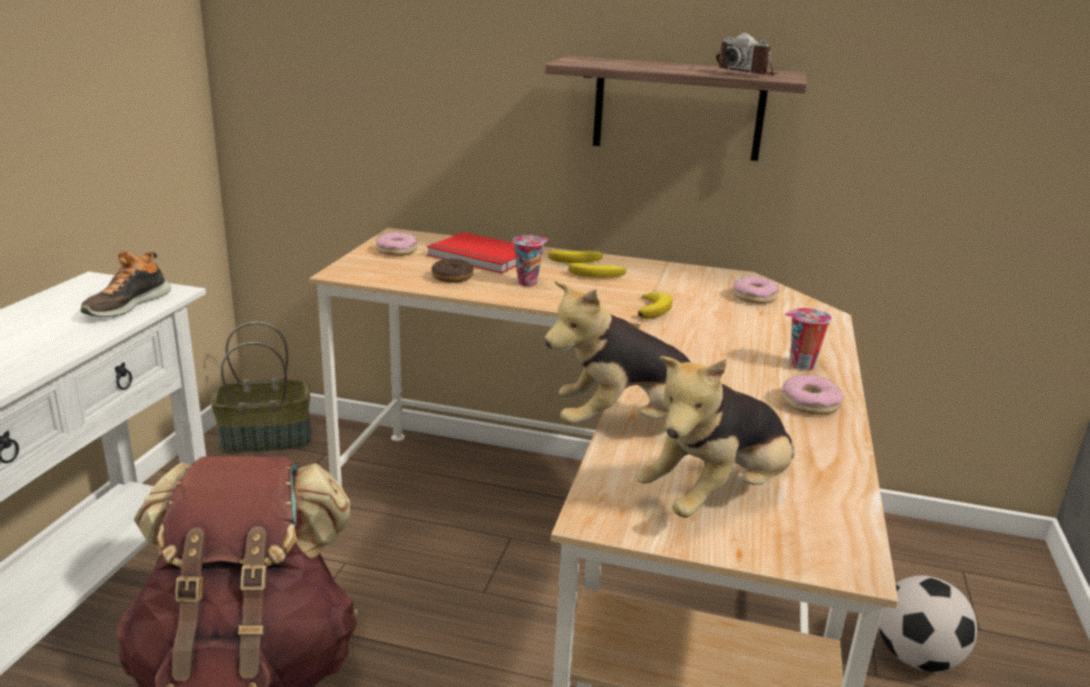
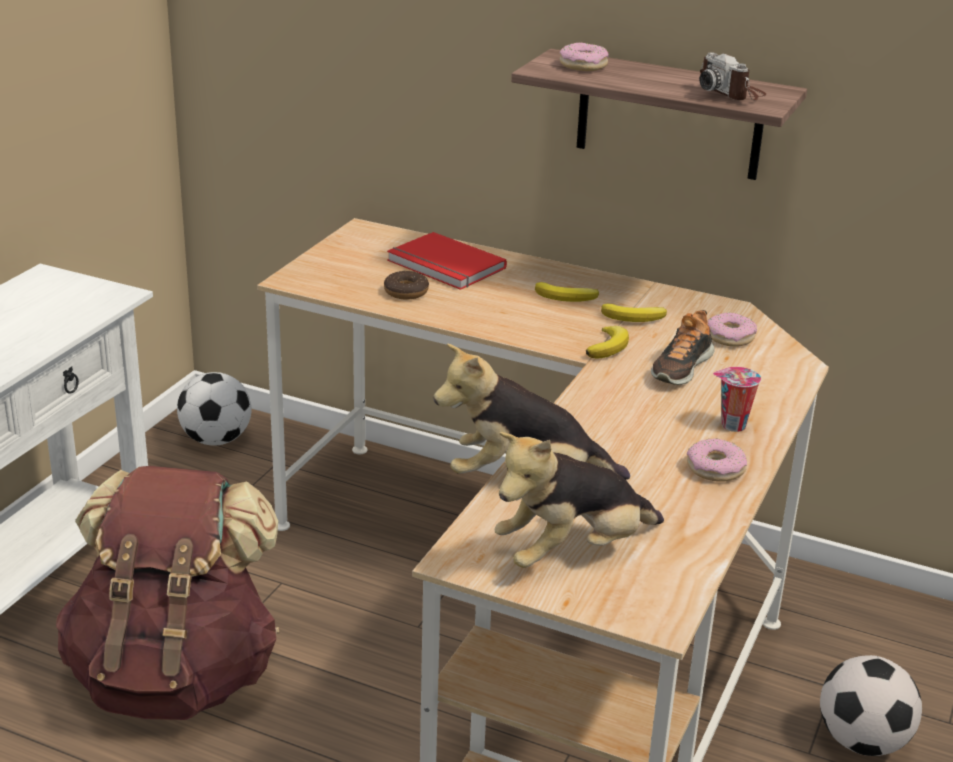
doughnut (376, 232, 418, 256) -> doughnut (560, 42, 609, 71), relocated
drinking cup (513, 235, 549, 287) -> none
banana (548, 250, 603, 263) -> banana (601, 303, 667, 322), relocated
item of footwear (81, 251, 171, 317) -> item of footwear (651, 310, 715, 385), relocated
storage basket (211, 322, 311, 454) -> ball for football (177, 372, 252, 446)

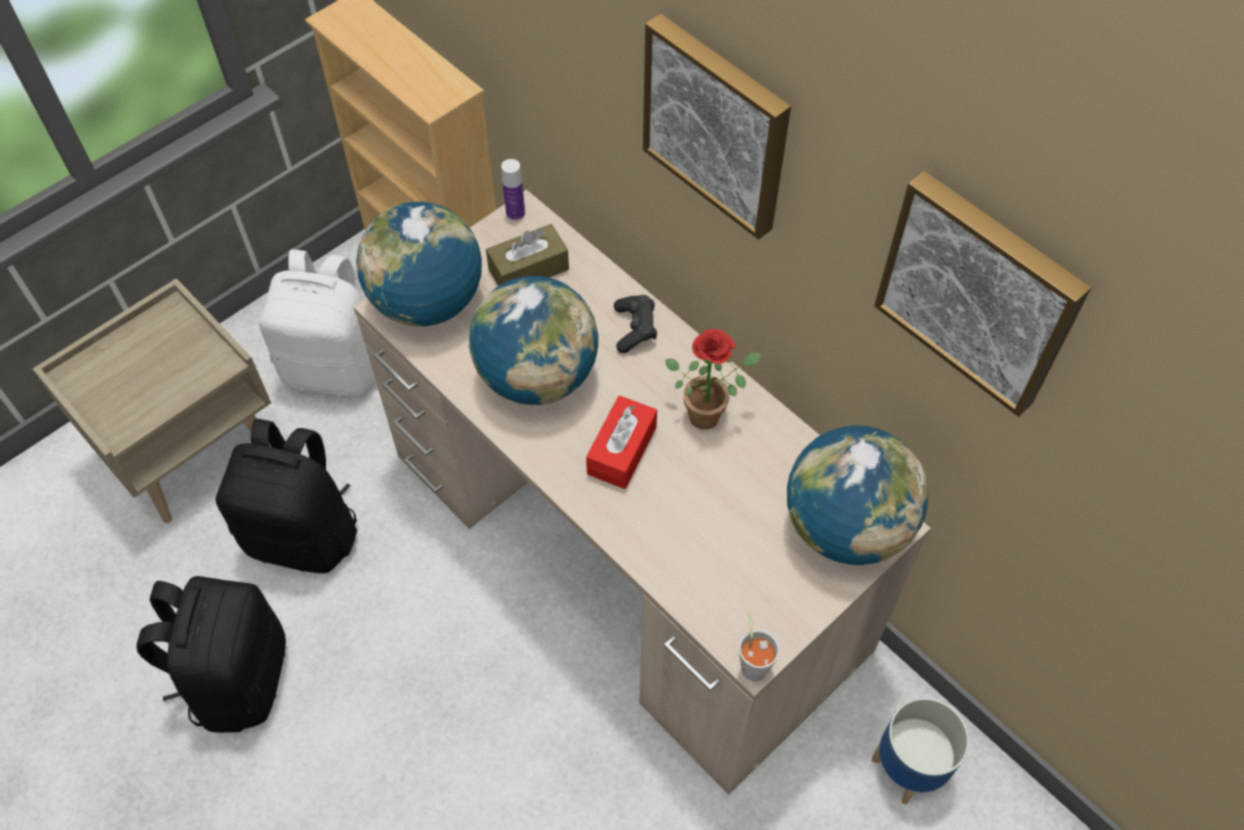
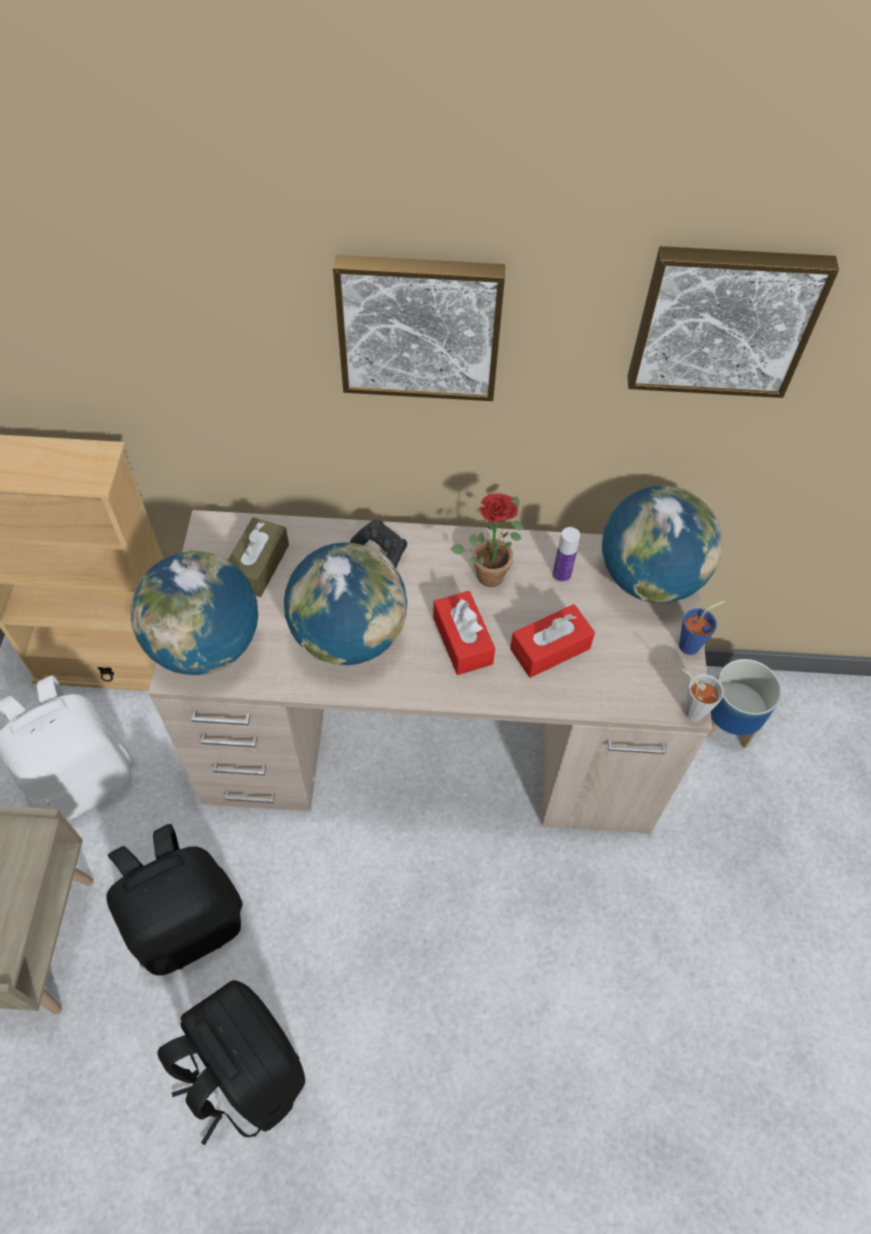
drink bottle (501, 159, 525, 221) -> drink bottle (553, 527, 580, 583), relocated
none -> drinking cup (blue) (679, 601, 724, 655)
none -> tissue box (red-coloured) (510, 604, 595, 678)

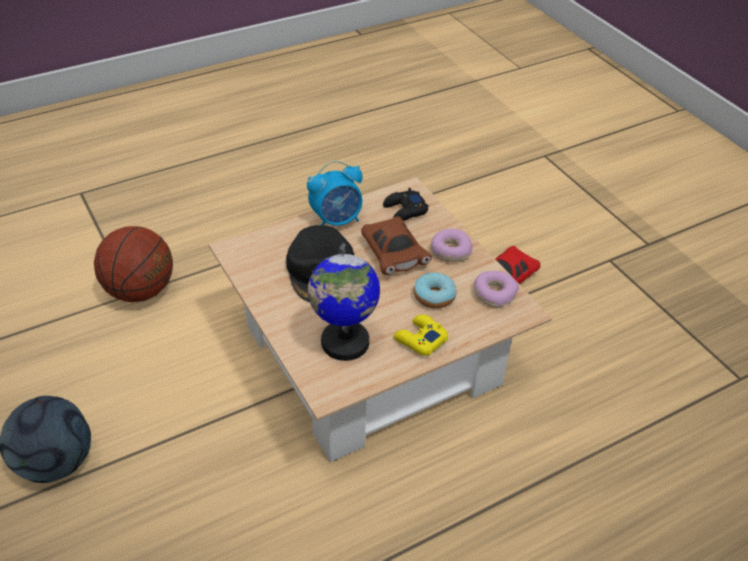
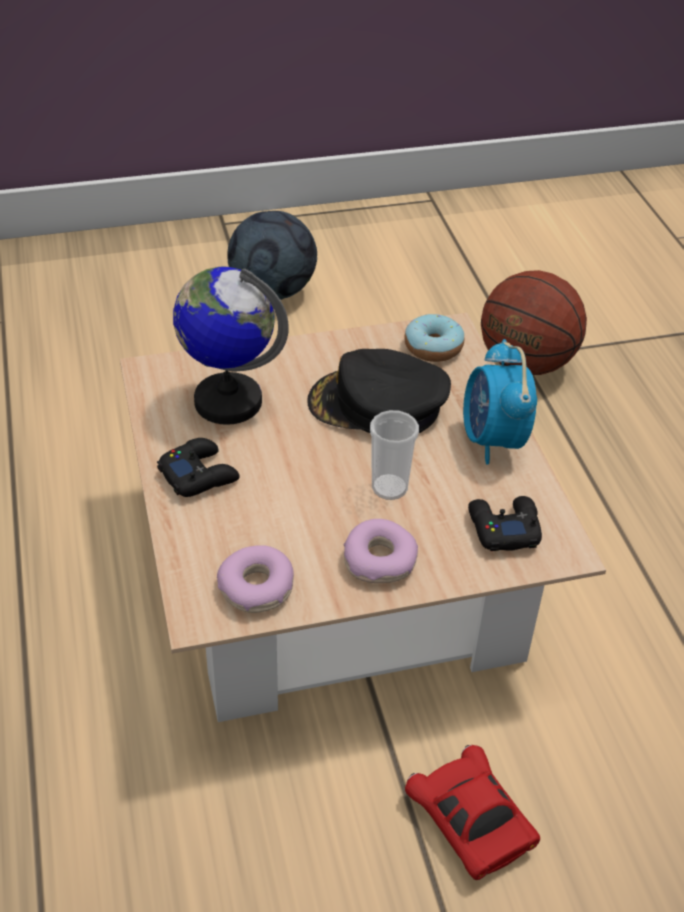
miniature car (brownish) (361, 216, 432, 275) -> drinking cup (370, 410, 419, 500)
doughnut (414, 273, 457, 309) -> doughnut (404, 314, 464, 362), relocated
joypad (yellow) (393, 314, 448, 356) -> joypad (black) (157, 438, 240, 497)

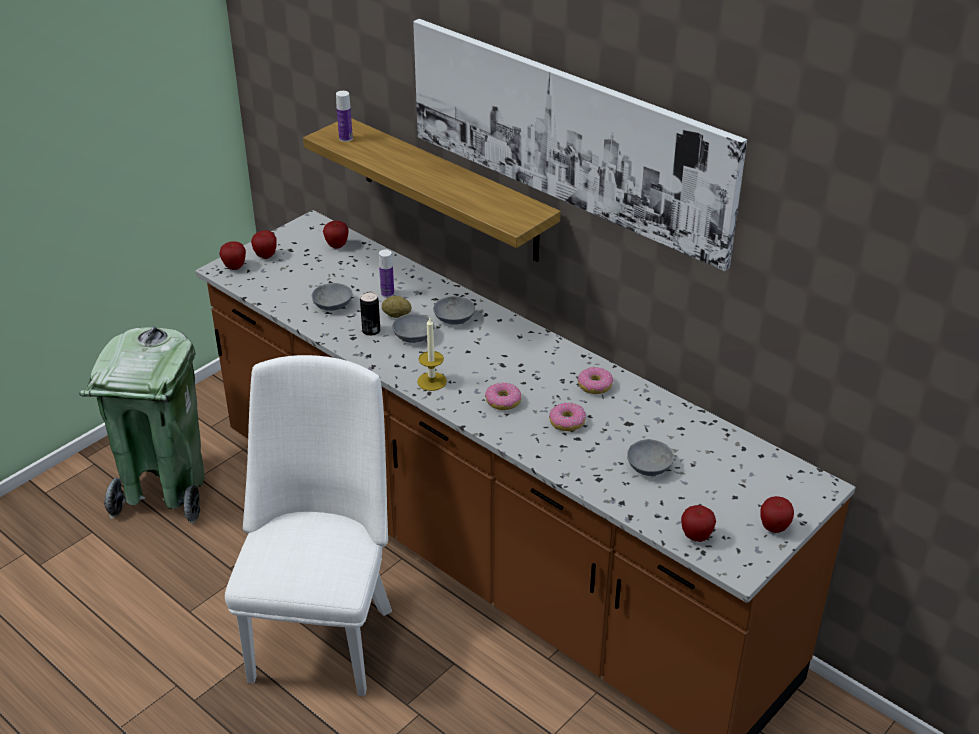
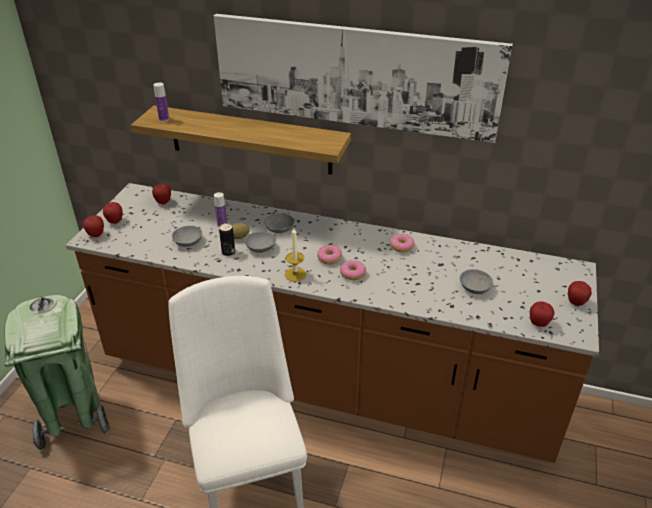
doughnut (549, 402, 586, 431) -> doughnut (317, 245, 342, 265), relocated

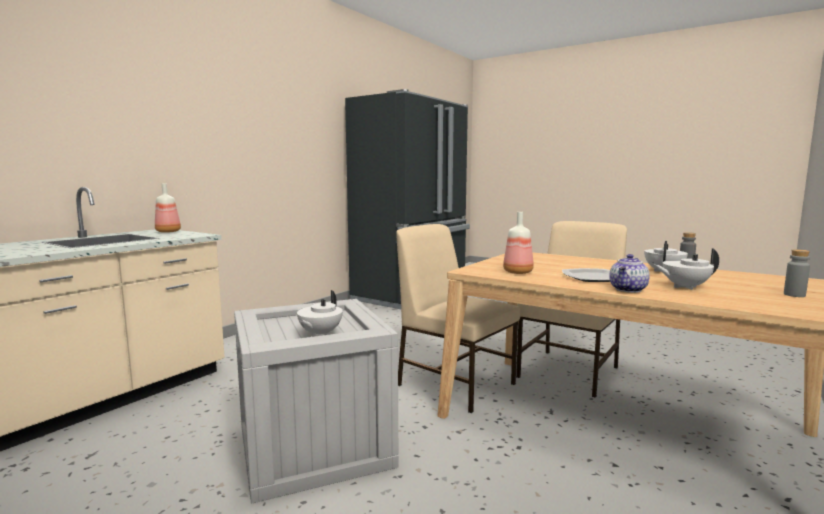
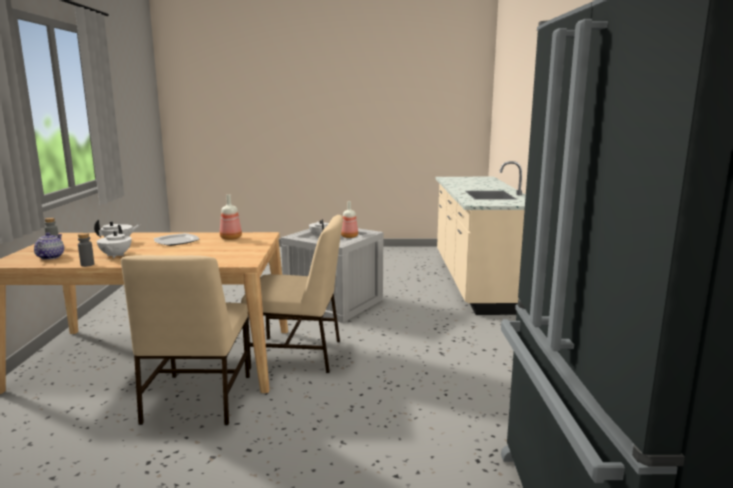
drink bottle (155, 184, 181, 233) -> drink bottle (341, 201, 358, 238), relocated
tea pot (609, 254, 650, 293) -> tea pot (34, 233, 64, 260), relocated

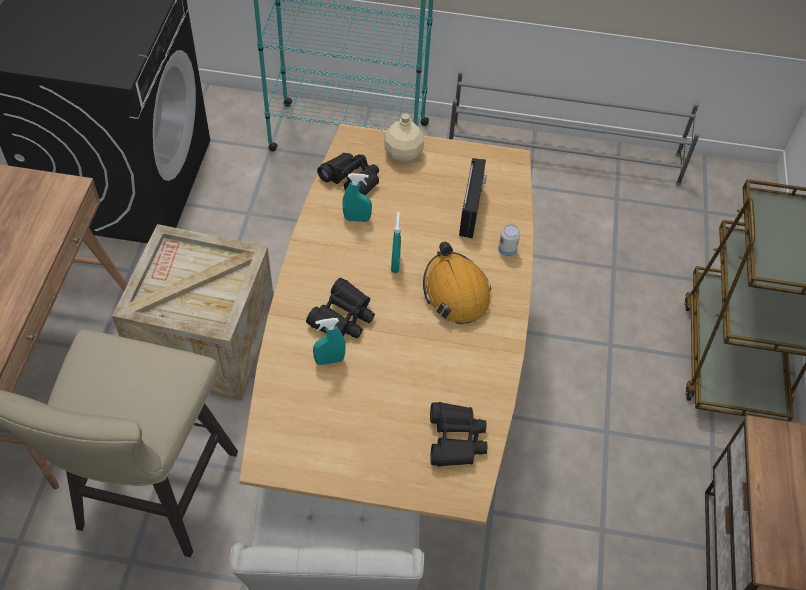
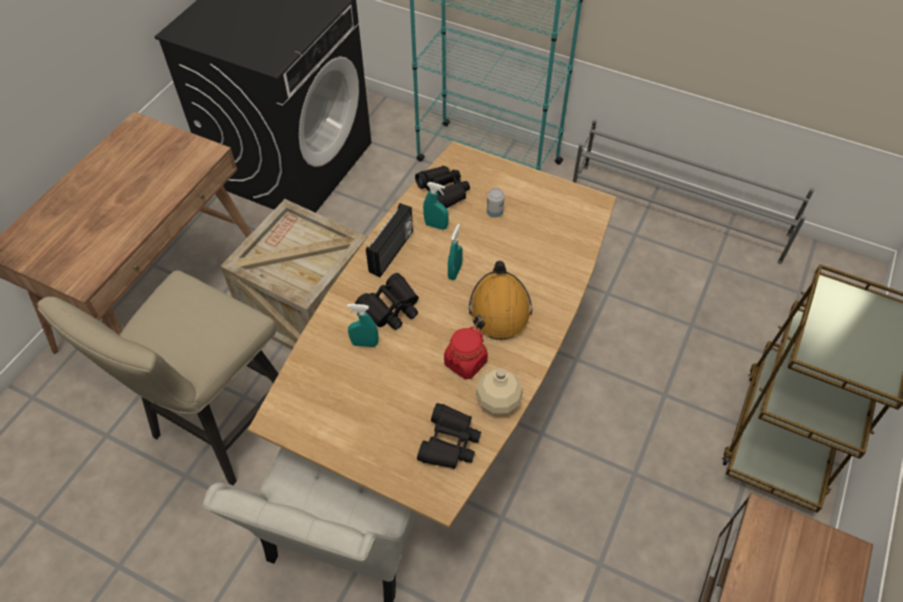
drink bottle (beige-coloured) (384, 113, 424, 162) -> drink bottle (beige-coloured) (476, 368, 523, 415), relocated
radio set (459, 158, 487, 239) -> radio set (366, 203, 413, 277), relocated
metal can (498, 224, 520, 257) -> metal can (487, 188, 504, 218), relocated
none -> preserve jar (red-coloured) (444, 326, 488, 379)

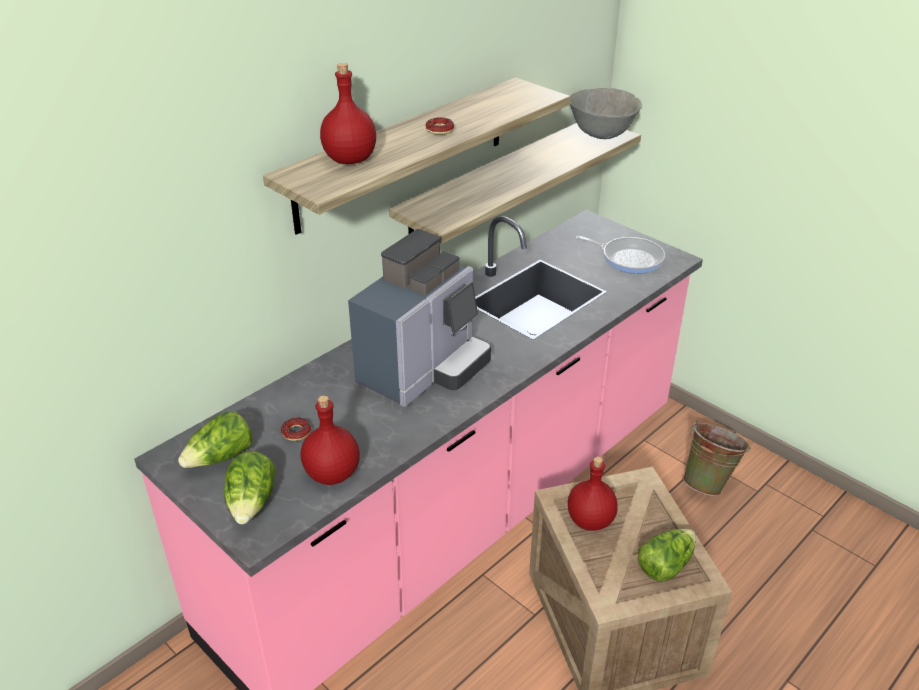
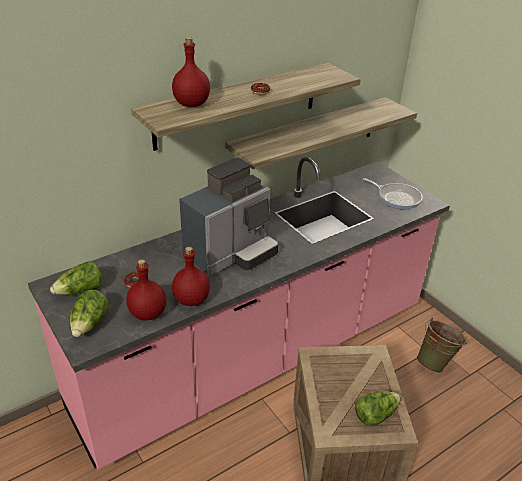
bowl (greyish) (570, 88, 642, 139) -> none
drink bottle (red-coloured) (568, 456, 618, 531) -> drink bottle (red-coloured) (172, 247, 210, 306), relocated

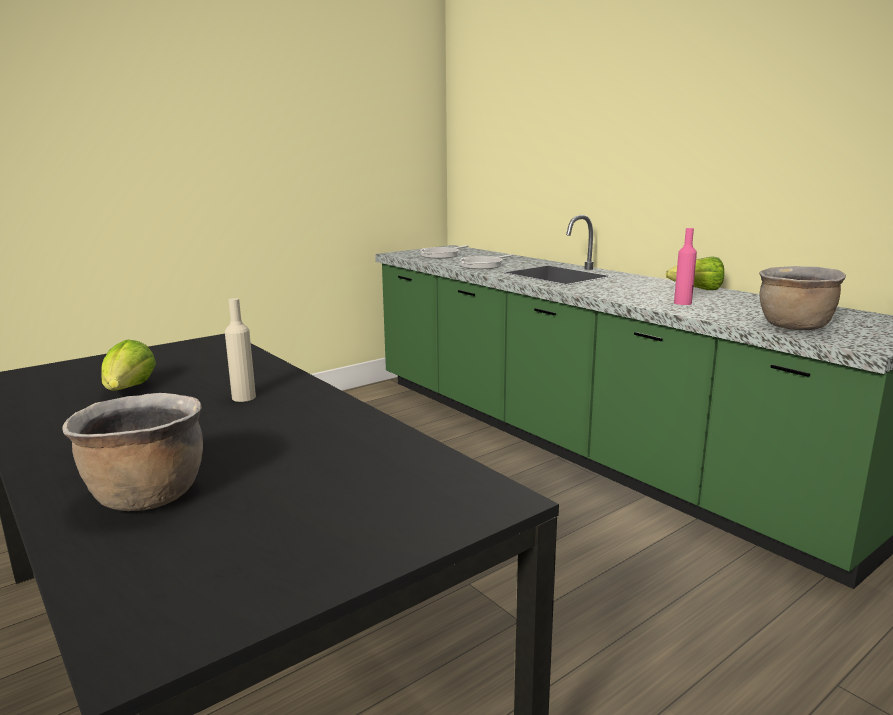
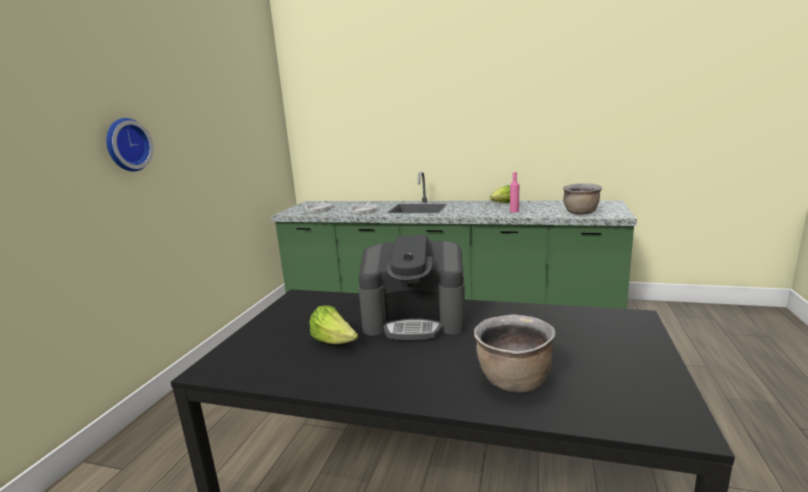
drink bottle (beige-coloured) (225, 298, 256, 402) -> coffee maker (358, 235, 466, 340)
none -> clock on the wall (106, 118, 153, 172)

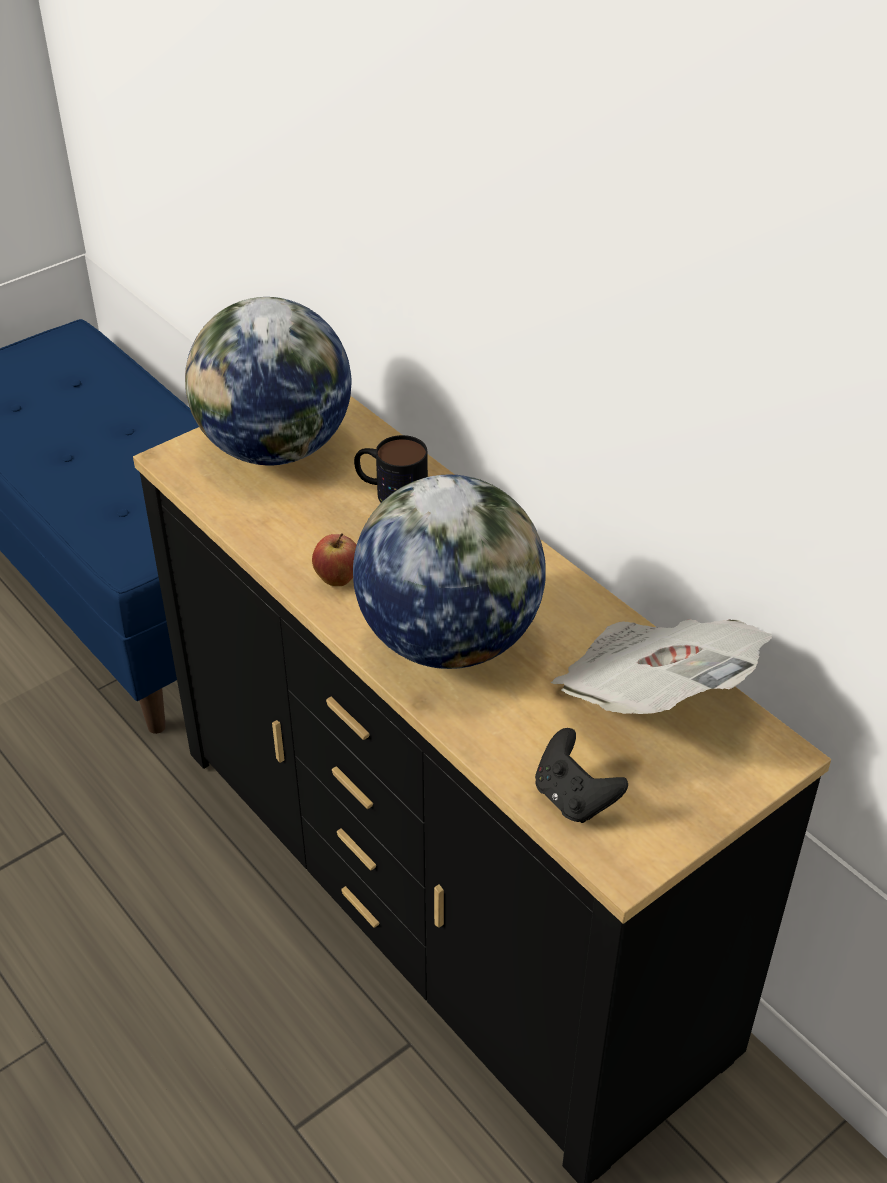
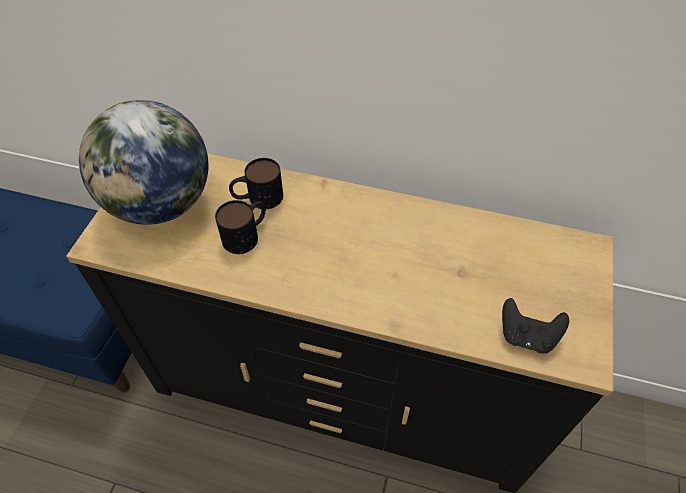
globe (353, 474, 546, 669) -> none
whole apple (312, 533, 357, 586) -> none
printed paper (551, 619, 773, 714) -> none
none -> coffee mug (215, 200, 266, 254)

